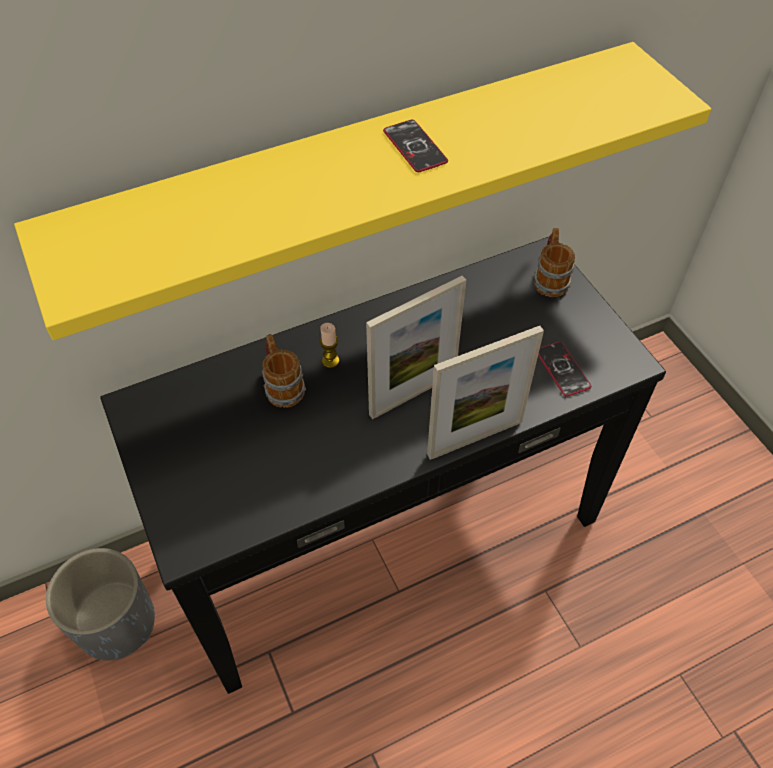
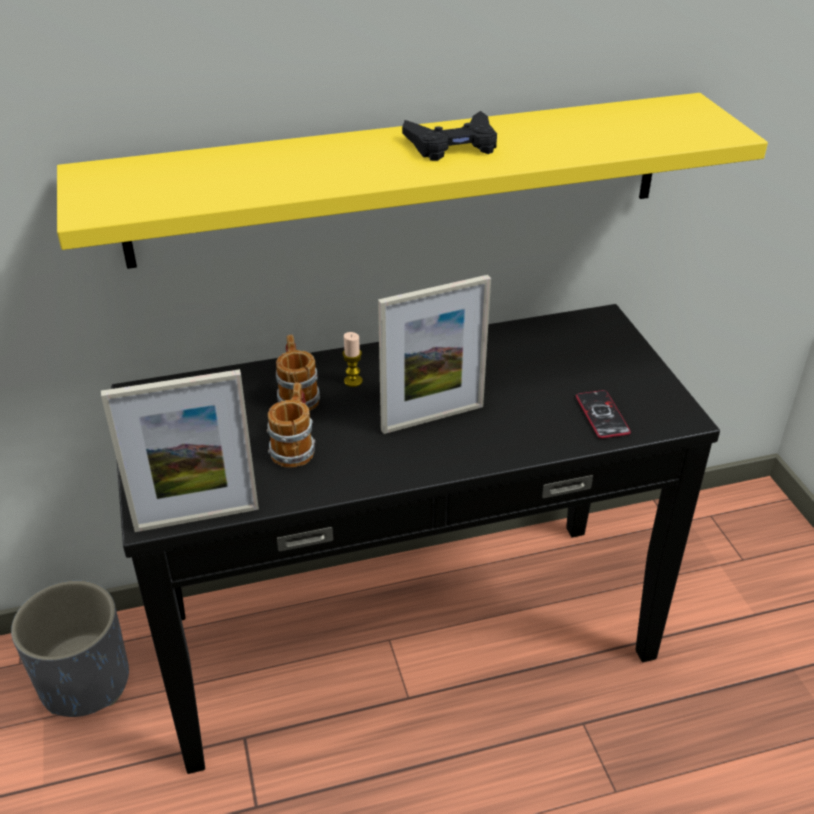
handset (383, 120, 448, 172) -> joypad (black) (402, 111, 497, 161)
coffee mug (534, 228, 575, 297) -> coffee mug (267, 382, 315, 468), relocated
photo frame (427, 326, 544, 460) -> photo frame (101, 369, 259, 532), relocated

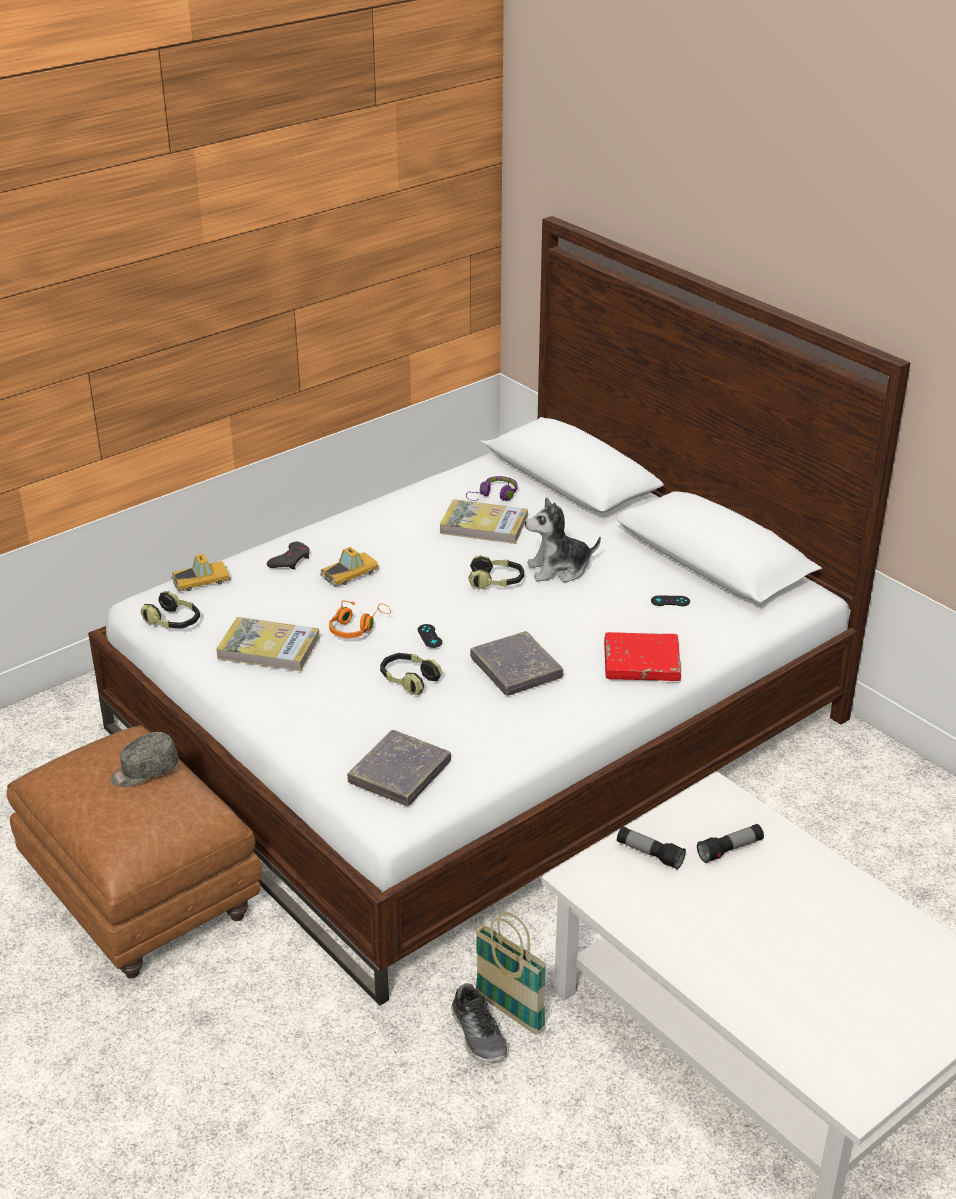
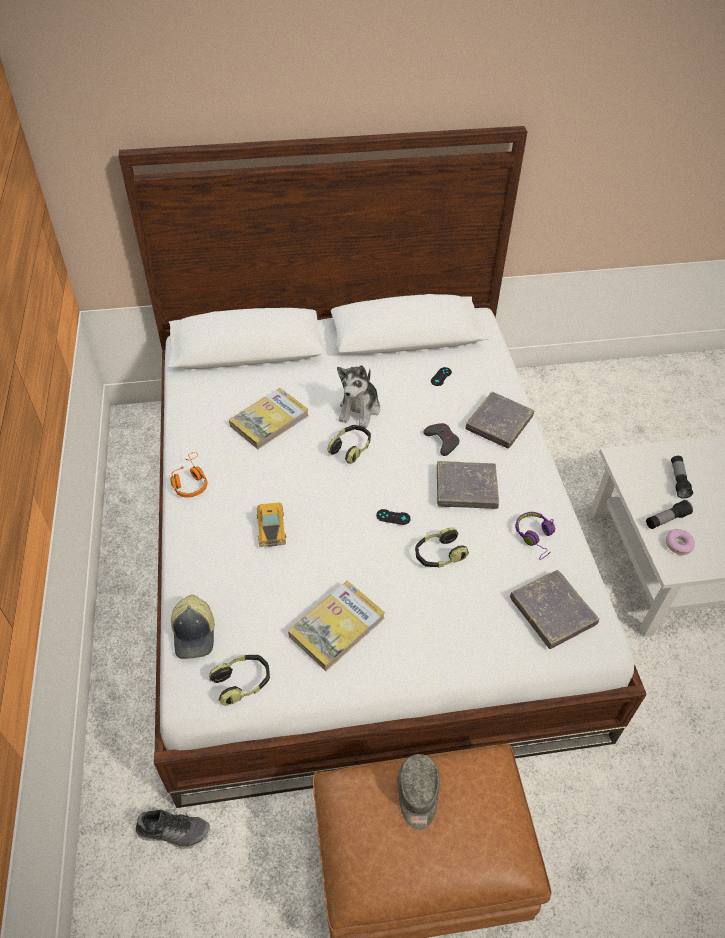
headset (purple) (466, 476, 518, 501) -> headset (purple) (515, 512, 555, 560), relocated
joypad (greyish) (267, 542, 310, 570) -> joypad (greyish) (424, 423, 460, 456), relocated
miniature car (171, 554, 231, 591) -> peaked cap (171, 595, 215, 659)
headset (orangey) (329, 600, 391, 638) -> headset (orangey) (171, 452, 207, 498), relocated
bound book (red-coloured) (604, 632, 681, 681) -> bound book (greyish) (465, 392, 535, 449)
storage basket (475, 912, 547, 1035) -> none
item of footwear (450, 983, 508, 1062) -> item of footwear (136, 810, 210, 849), relocated
none -> doughnut (666, 529, 695, 555)

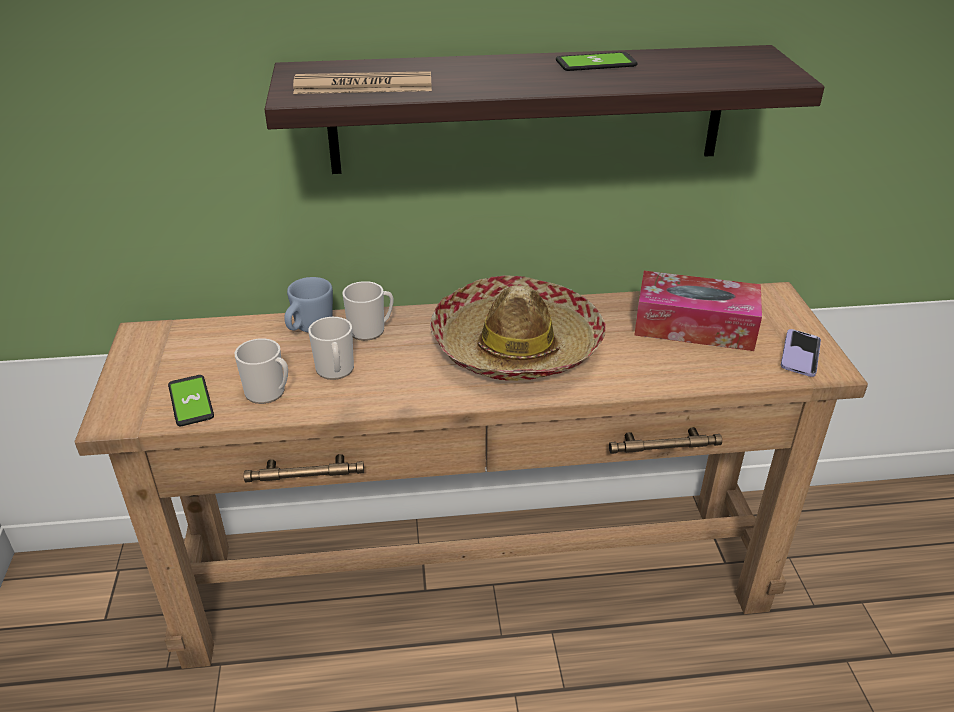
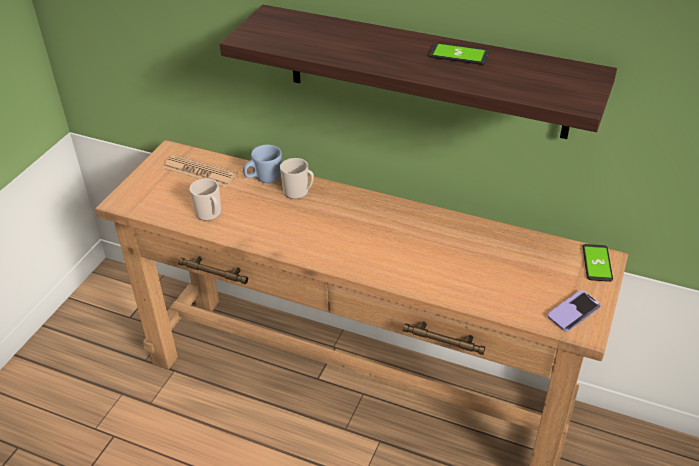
printed paper (293, 71, 432, 94) -> printed paper (163, 154, 238, 187), relocated
tissue box (634, 271, 762, 351) -> none
hat (430, 275, 606, 381) -> none
coffee mug (308, 317, 354, 380) -> none
handset (168, 375, 214, 426) -> handset (583, 244, 613, 282), relocated

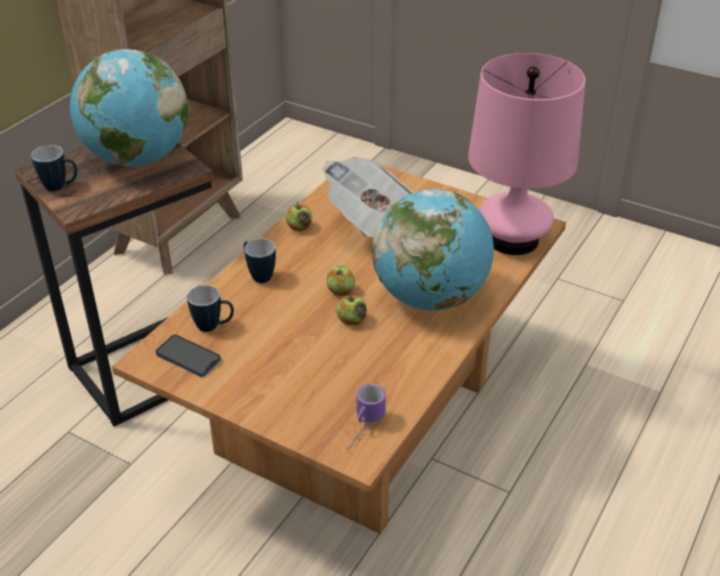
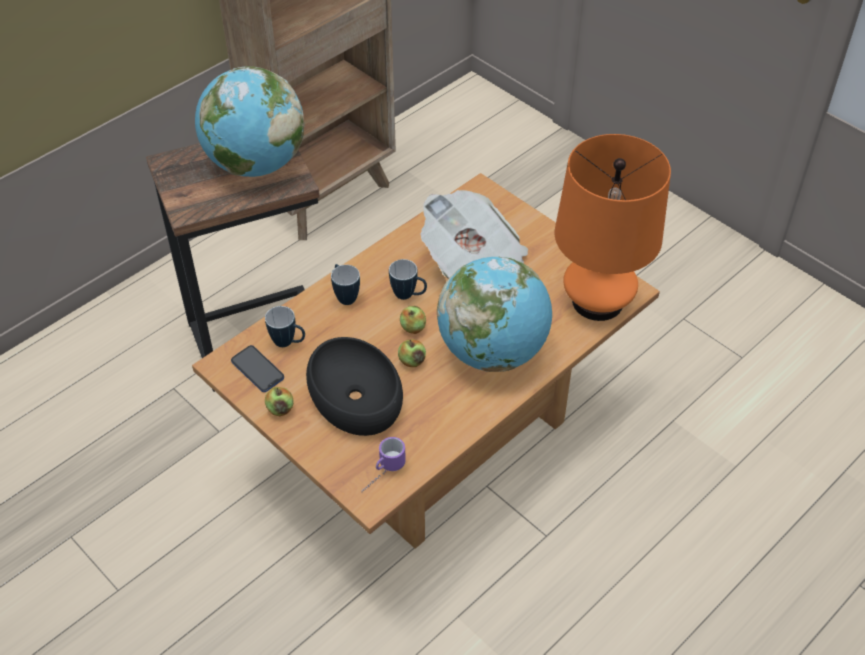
tabletop lamp (pink) (468, 53, 585, 255) -> tabletop lamp (orangey) (555, 134, 671, 321)
coffee mug (31, 145, 77, 191) -> coffee mug (389, 259, 427, 300), relocated
whole apple (286, 202, 312, 231) -> whole apple (265, 387, 294, 416), relocated
none -> bowl (black) (306, 337, 403, 436)

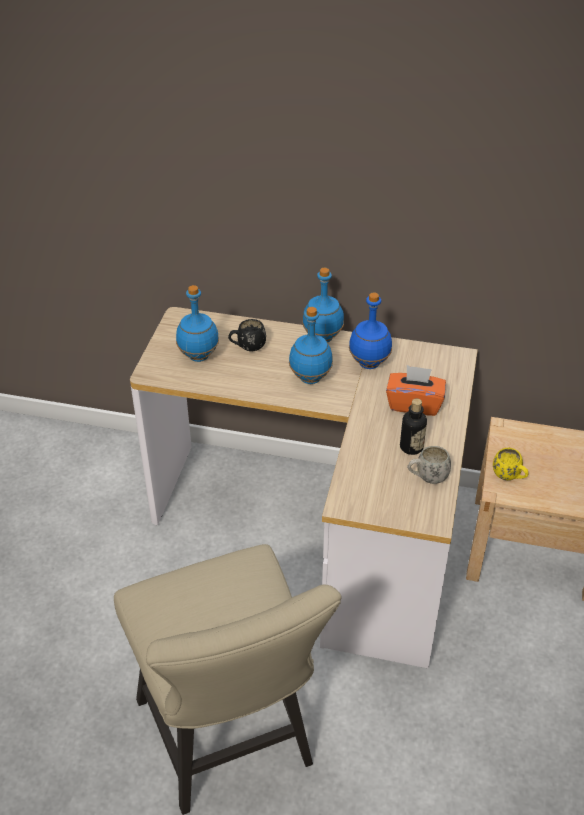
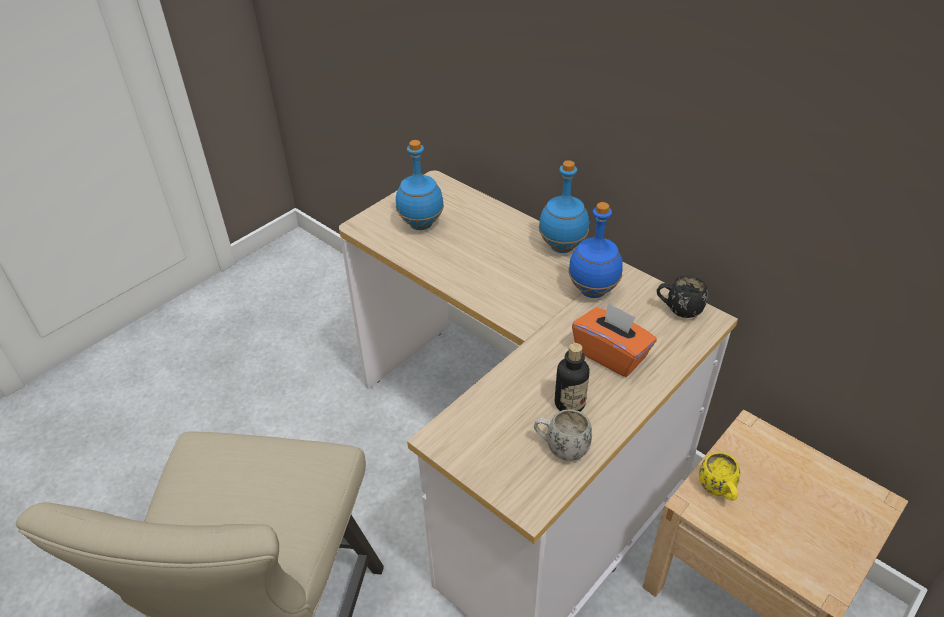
drink bottle (blue) (289, 307, 333, 384) -> none
coffee mug (black) (228, 319, 266, 351) -> coffee mug (black) (657, 276, 707, 318), relocated

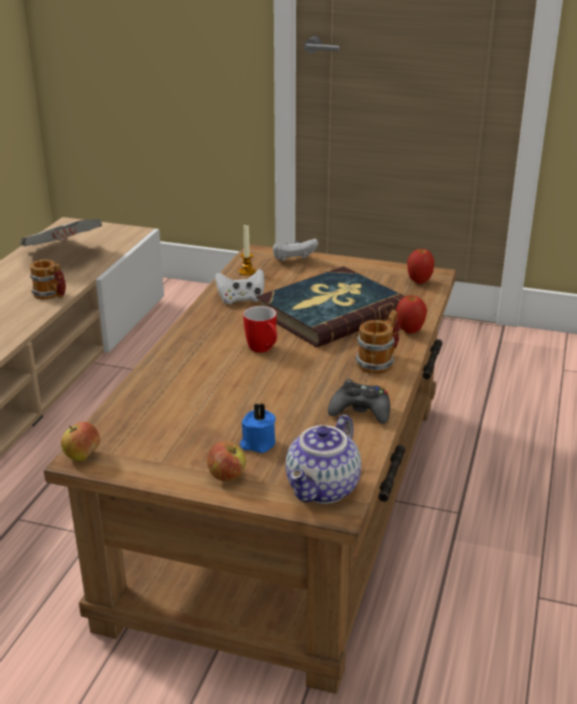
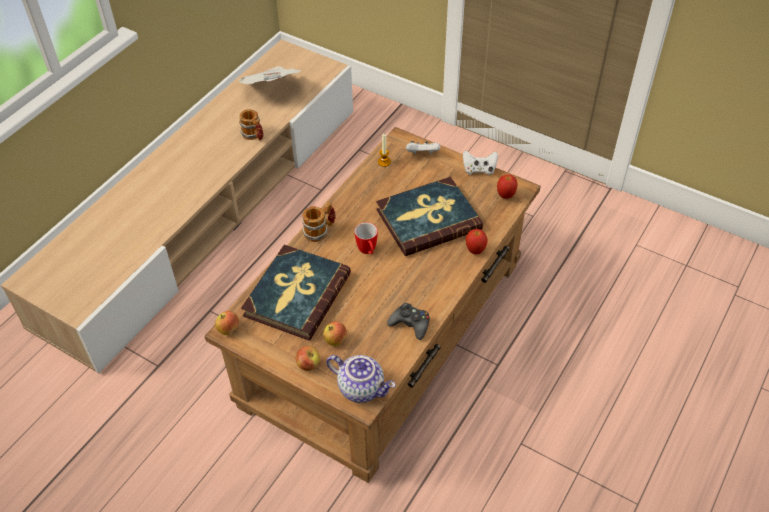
joypad (white-coloured) (215, 269, 264, 304) -> joypad (white-coloured) (463, 151, 498, 175), relocated
coffee mug (355, 310, 399, 374) -> coffee mug (302, 202, 336, 242), relocated
wax candle (blue) (240, 403, 276, 453) -> whole apple (323, 321, 347, 346)
tea pot (286, 414, 361, 504) -> tea pot (326, 355, 396, 403), 105 degrees counterclockwise
none -> bound book (241, 245, 351, 340)

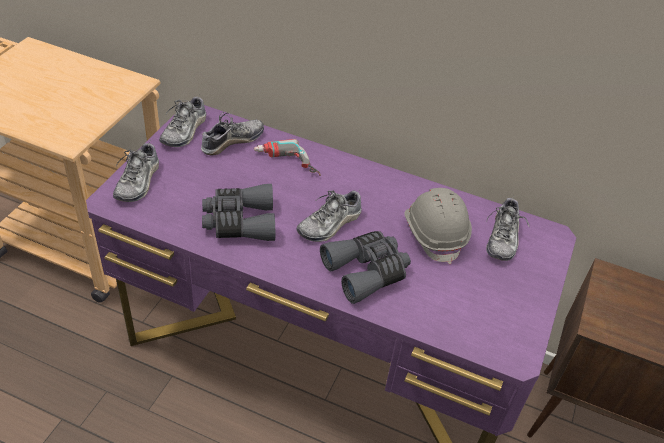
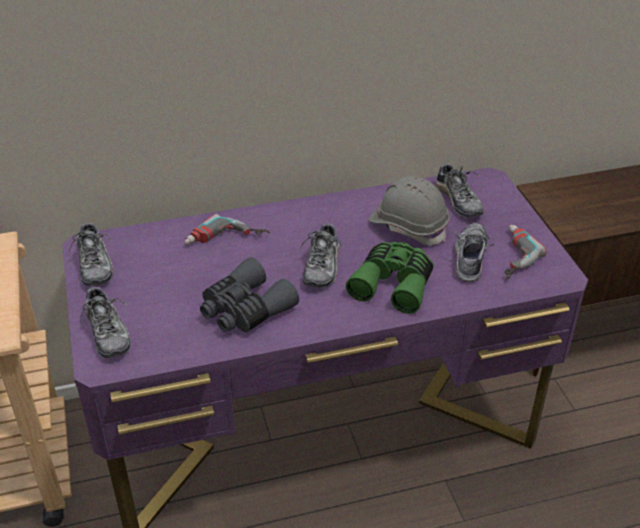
item of footwear (201, 111, 264, 155) -> item of footwear (452, 223, 495, 282), relocated
binoculars (greyish) (320, 231, 411, 304) -> binoculars (green) (346, 242, 434, 314)
none -> electric drill (504, 225, 547, 280)

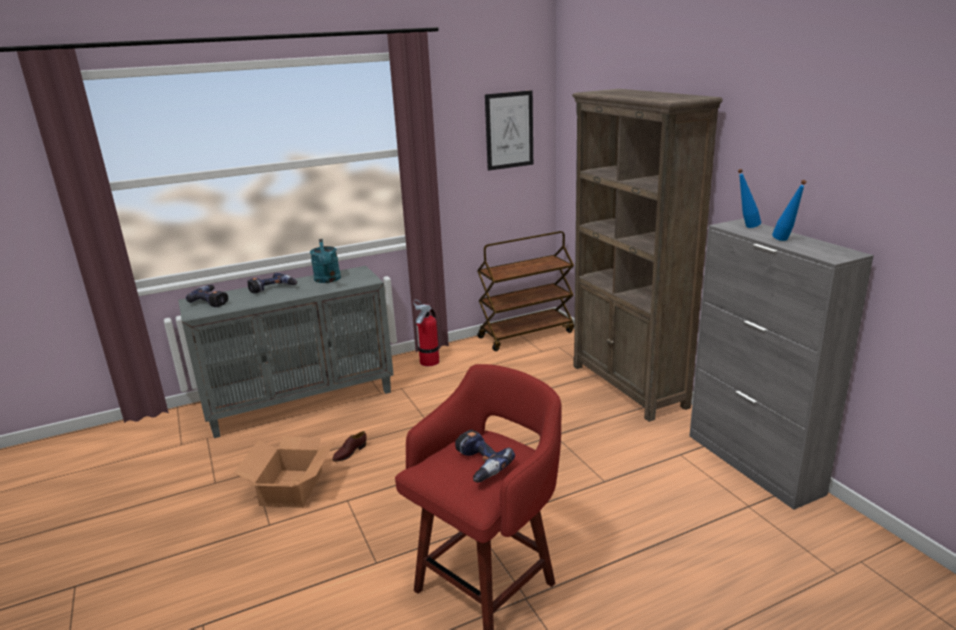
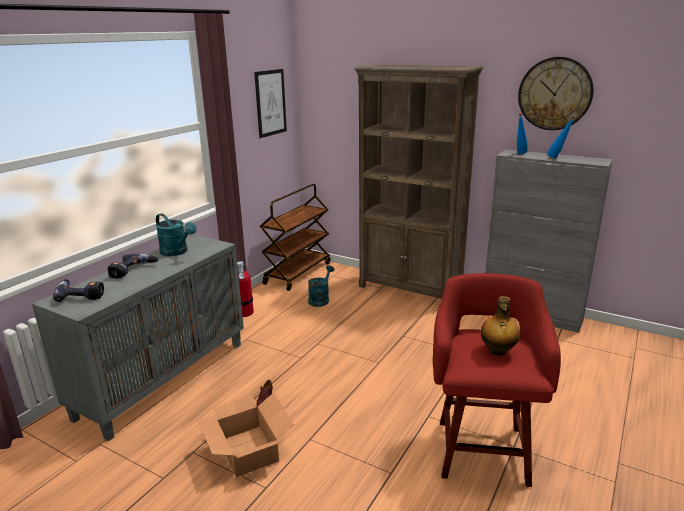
electric drill (455, 430, 515, 482) -> drink bottle (480, 296, 520, 356)
none -> clock on the wall (518, 57, 594, 130)
none -> sprinkling can (blue-green) (308, 265, 334, 307)

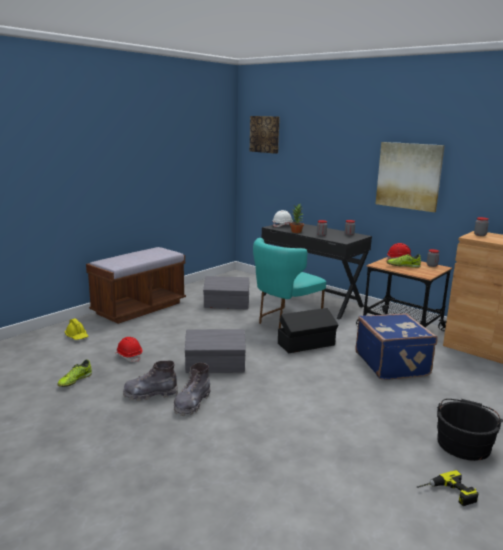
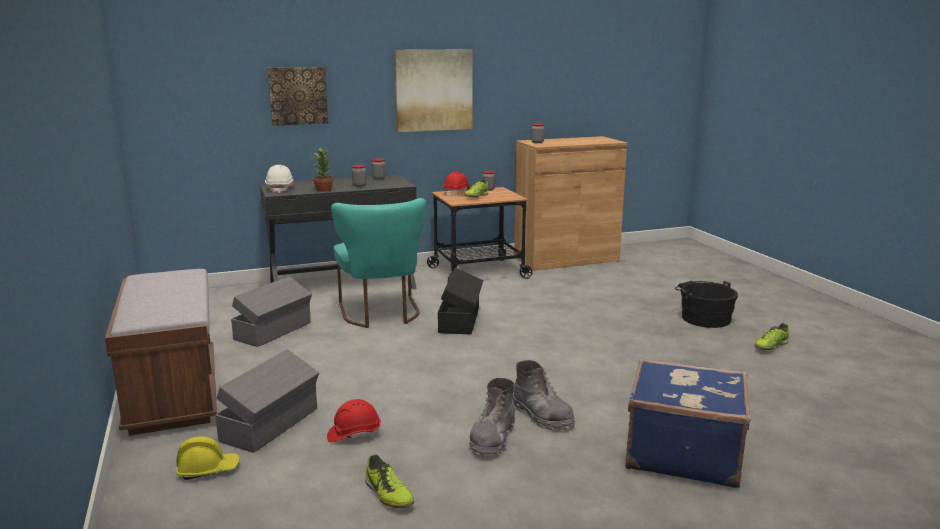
picture (250, 116, 280, 154) -> picture (268, 67, 328, 126), relocated
suitcase (blue) (355, 313, 438, 380) -> suitcase (blue) (625, 359, 751, 488), relocated
storage box (greyish) (185, 329, 245, 373) -> storage box (greyish) (215, 349, 319, 453), relocated
electric drill (416, 470, 479, 506) -> item of footwear (755, 323, 789, 350)

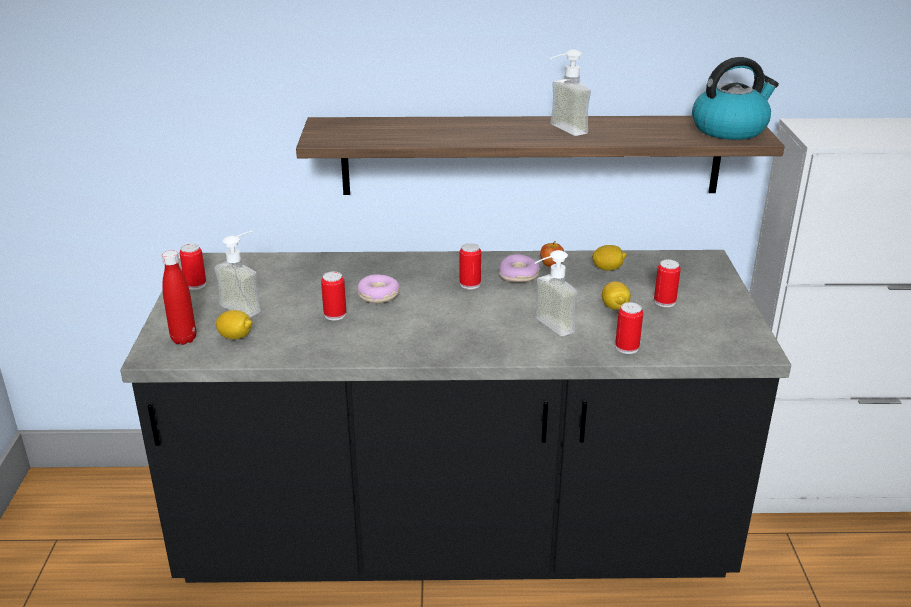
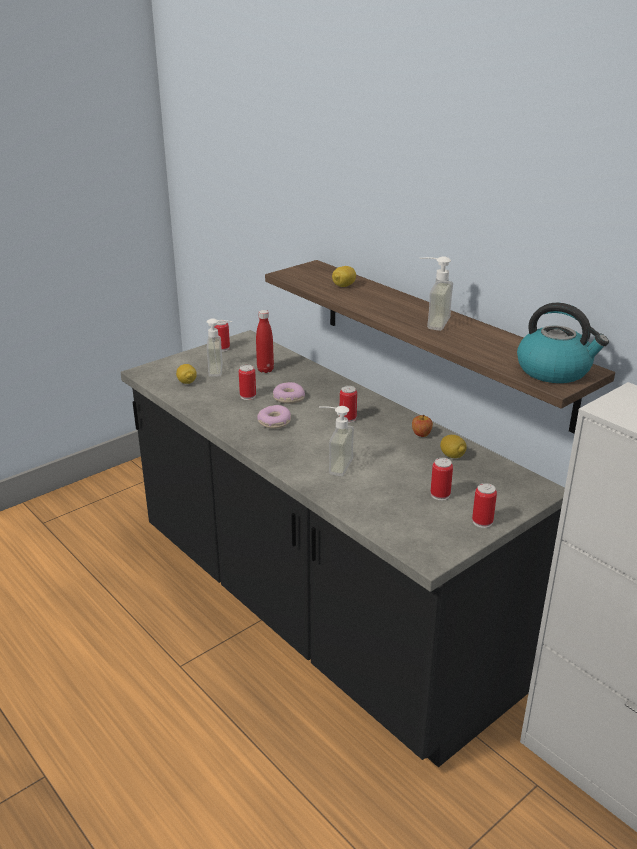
drink bottle (red-coloured) (162, 251, 196, 345) -> drink bottle (red-coloured) (256, 310, 274, 373), relocated
doughnut (499, 254, 540, 282) -> doughnut (257, 405, 291, 429), relocated
citrus fruit (602, 281, 631, 310) -> citrus fruit (332, 266, 356, 287), relocated
metal can (615, 302, 643, 354) -> metal can (472, 483, 497, 528), relocated

